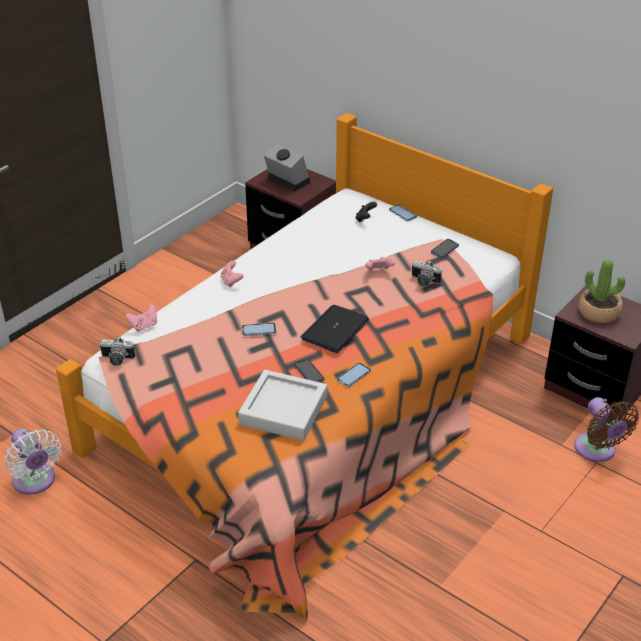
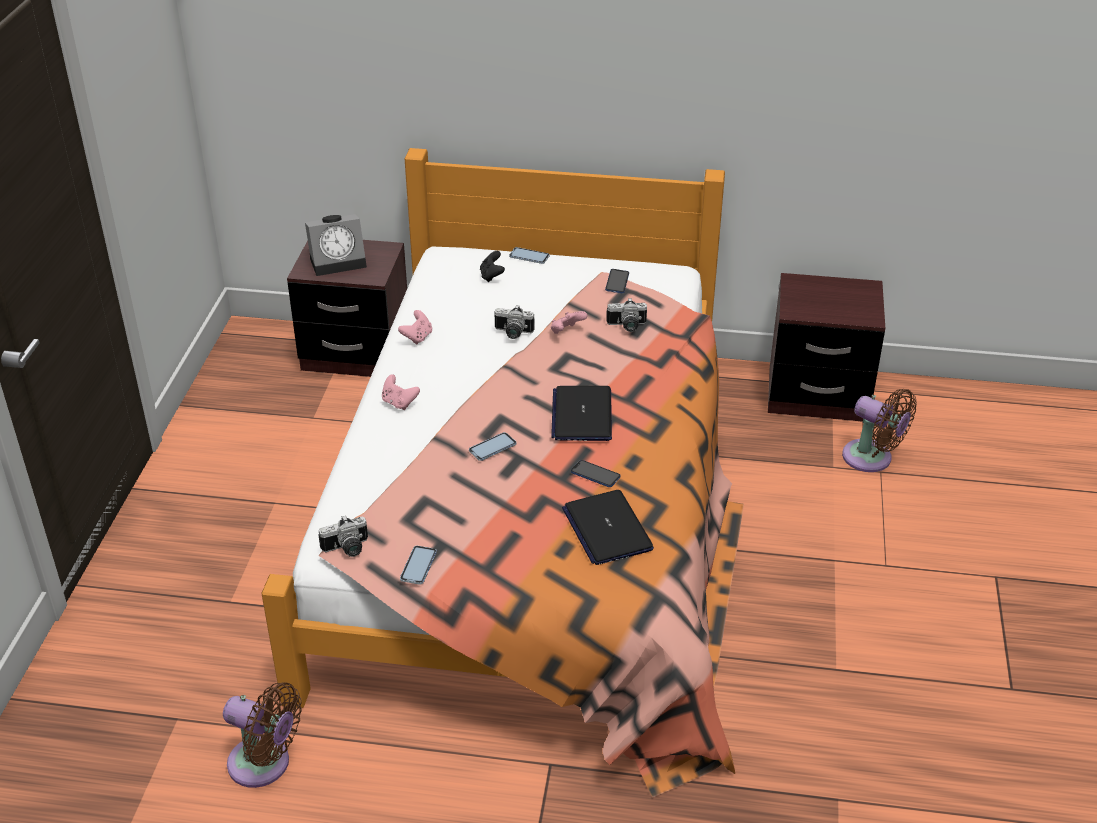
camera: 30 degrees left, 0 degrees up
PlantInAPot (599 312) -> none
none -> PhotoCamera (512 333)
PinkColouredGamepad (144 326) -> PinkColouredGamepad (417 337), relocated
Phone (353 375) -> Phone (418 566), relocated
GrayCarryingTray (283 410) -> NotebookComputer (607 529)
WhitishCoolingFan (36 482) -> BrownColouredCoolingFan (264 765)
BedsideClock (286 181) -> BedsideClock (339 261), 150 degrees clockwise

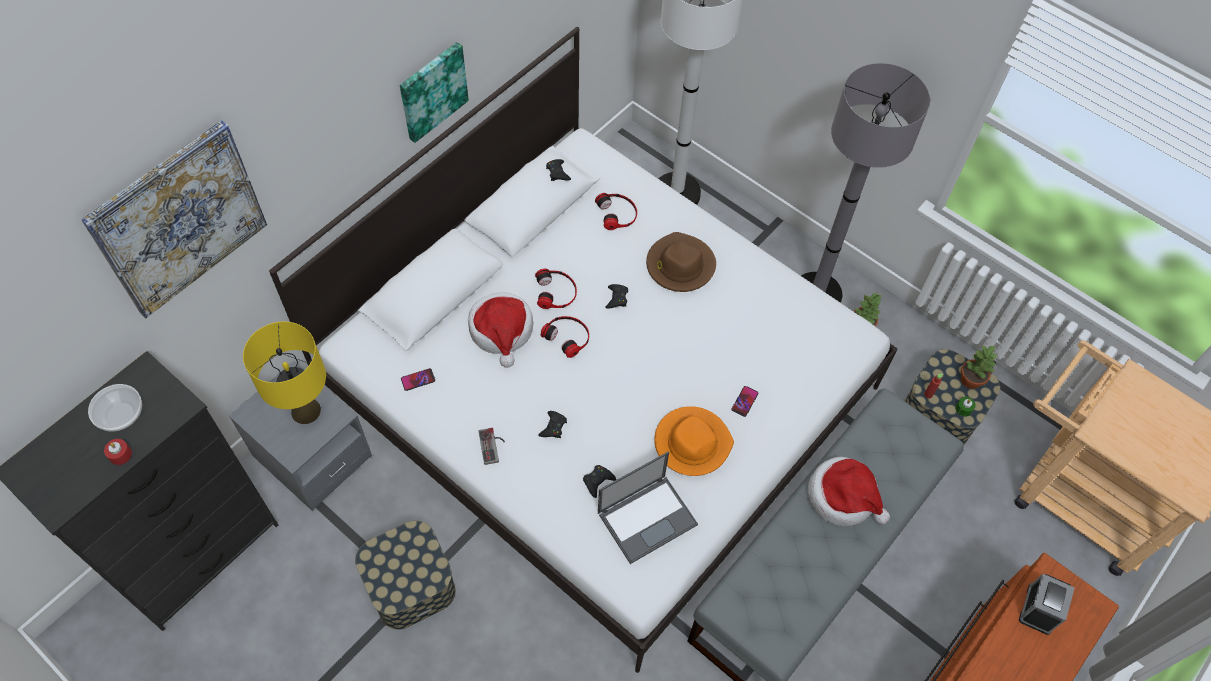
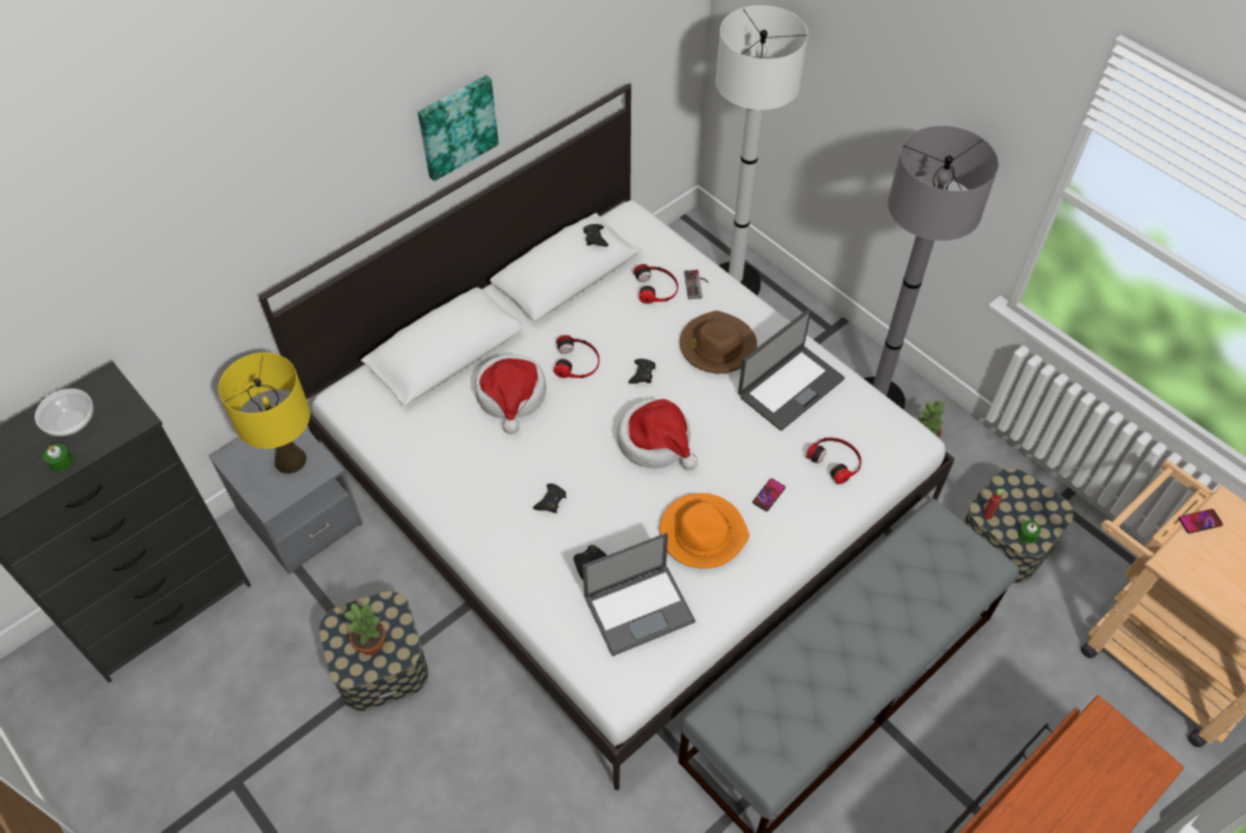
camera: 10 degrees right, 5 degrees down
WallArt (179 219) -> none
BedsideClock (1039 609) -> none
none -> NotebookComputer (790 387)
Phone (418 380) -> Phone (1200 521), relocated
Gamepad (493 446) -> Gamepad (697 285), relocated
Headphones (567 336) -> Headphones (836 460), relocated
ClothingHat (843 497) -> ClothingHat (656 442), relocated
PlantInAPot (970 379) -> PlantInAPot (371 642), relocated
RedWaxLight (120 454) -> GreenColouredWaxLight (61 462)

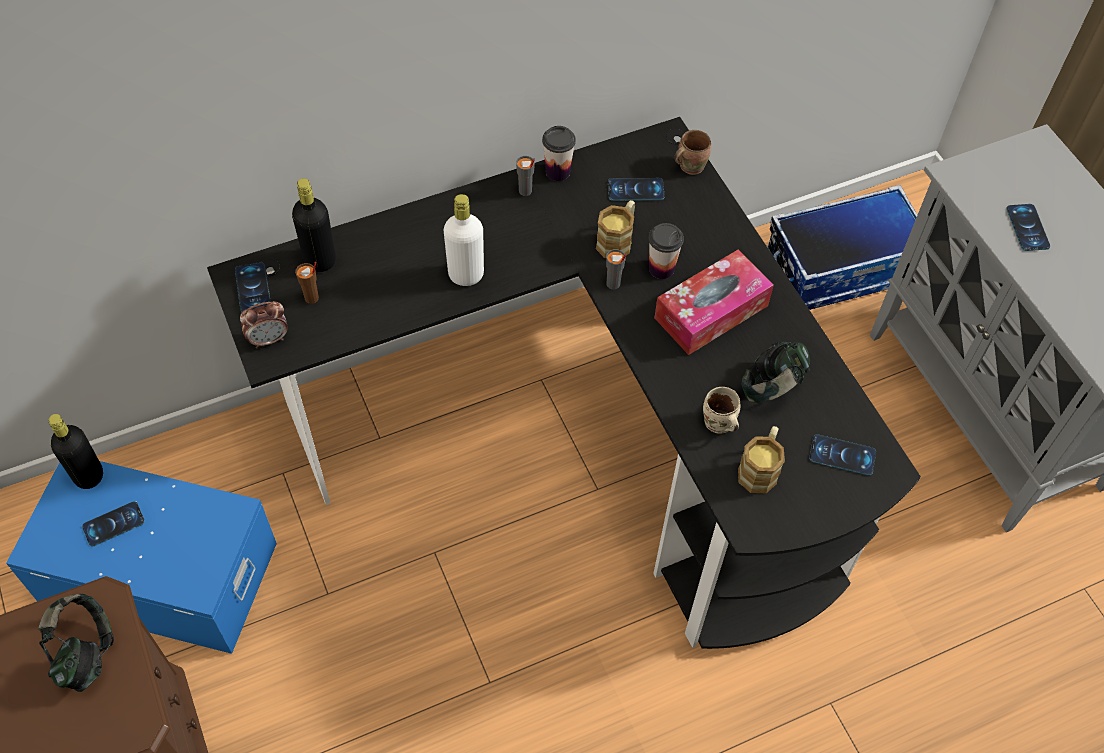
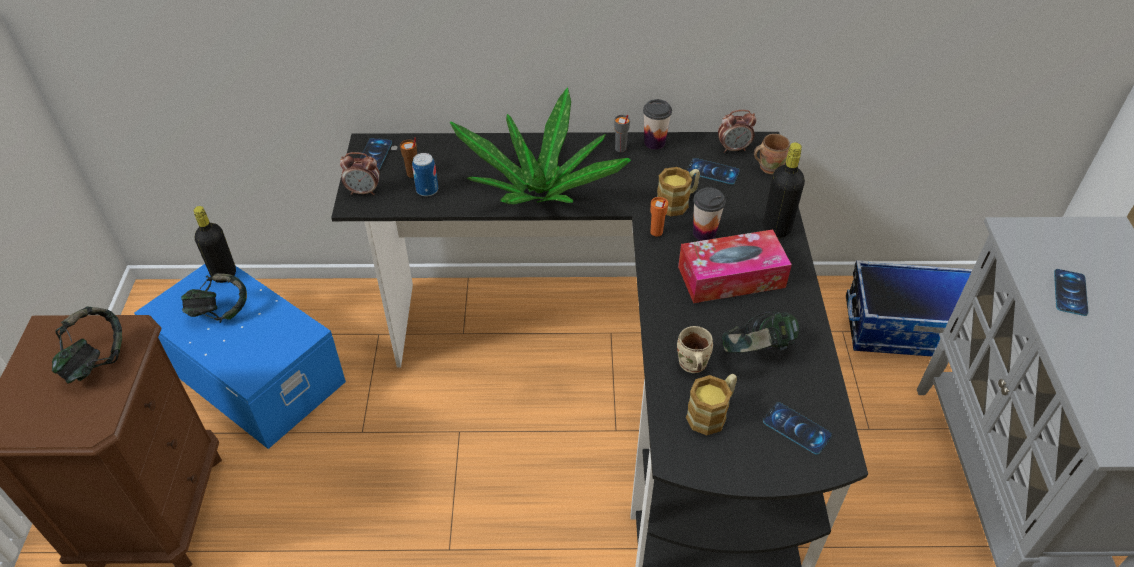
camera: 25 degrees right, 10 degrees down
none -> Can (427 190)
none -> BedsideClock (733 148)
BlackishBeverageBottle (320 260) -> BlackishBeverageBottle (776 228), relocated
Phone (113 524) -> Headphones (220 312)
WhitishBeverageBottle (466 275) -> PlantInAPot (539 192)
GrayDrinkingCup (613 284) -> OrangeyDrinkingCup (656 232)

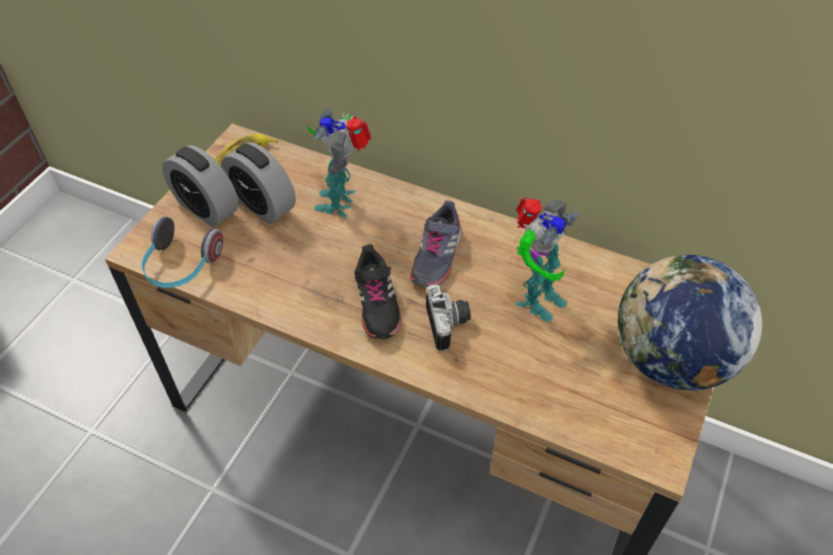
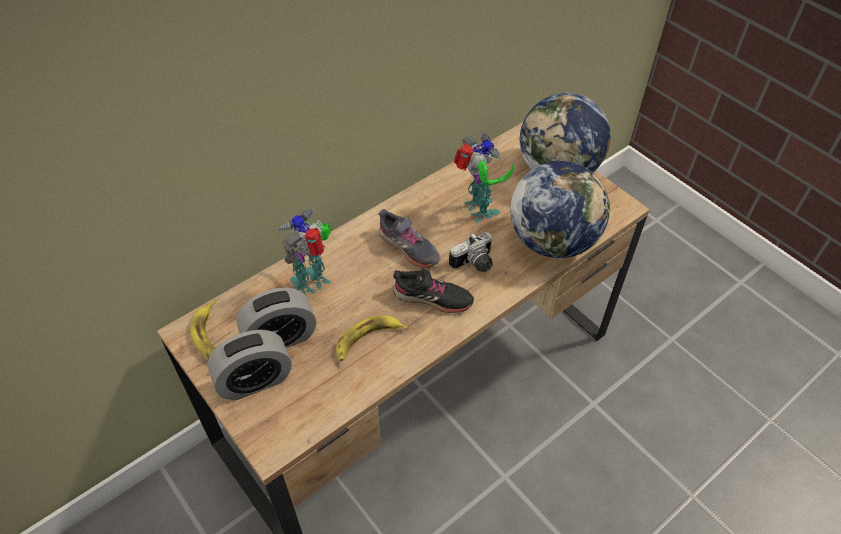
camera: 65 degrees left, 0 degrees up
Headphones (181 266) -> none
none -> WholeBanana (367 339)
none -> DeskGlobe (552 240)
ToyRobot (341 201) -> ToyRobot (313 284), 105 degrees clockwise
PhotoCamera (449 324) -> PhotoCamera (474 264), 135 degrees clockwise

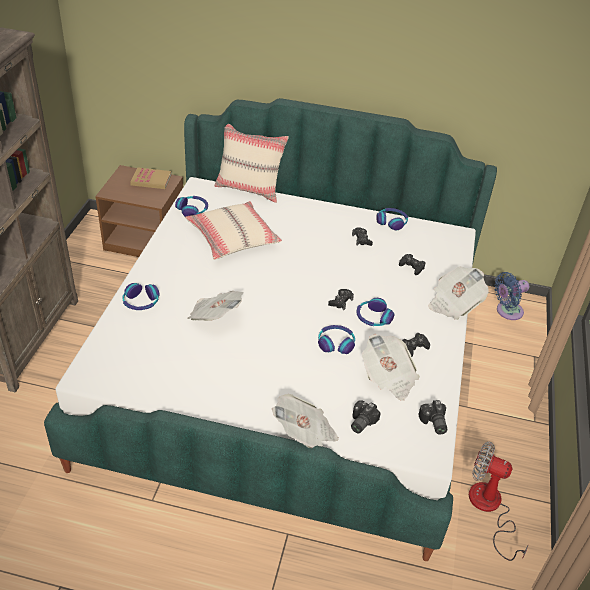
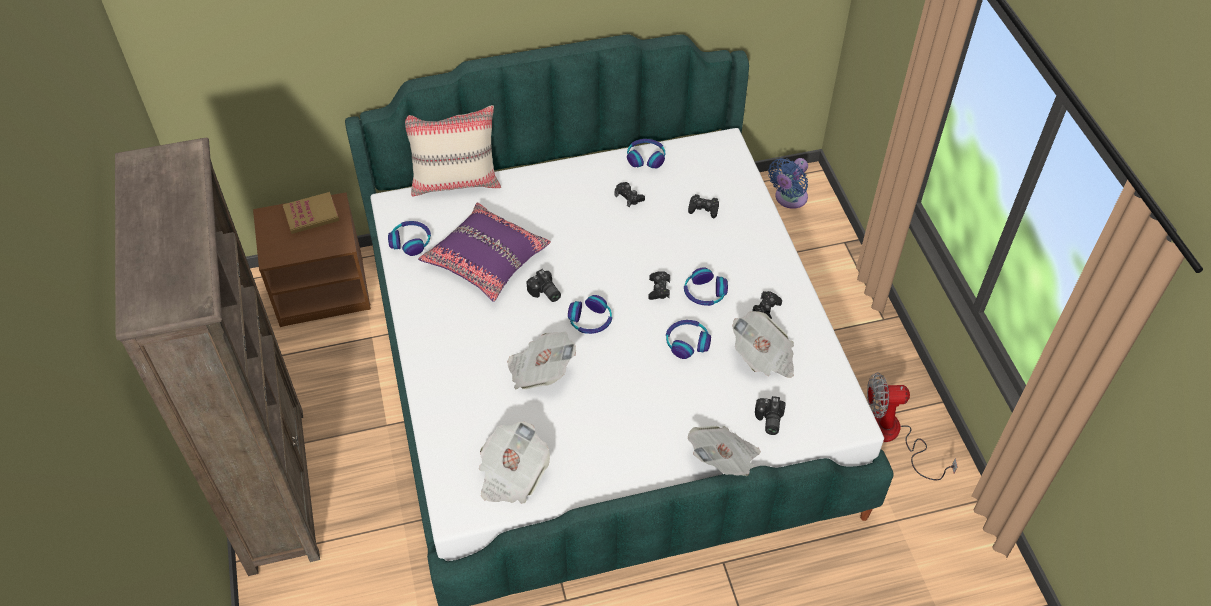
camera: 25 degrees left, 10 degrees up
Headphones (141 302) -> Headphones (590 320), relocated
PhotoCamera (433 423) -> PhotoCamera (544 293), relocated
PrintedPaper (454 303) -> PrintedPaper (511 475), relocated
BeigePillow (232 238) -> PurplishPillow (486 260)

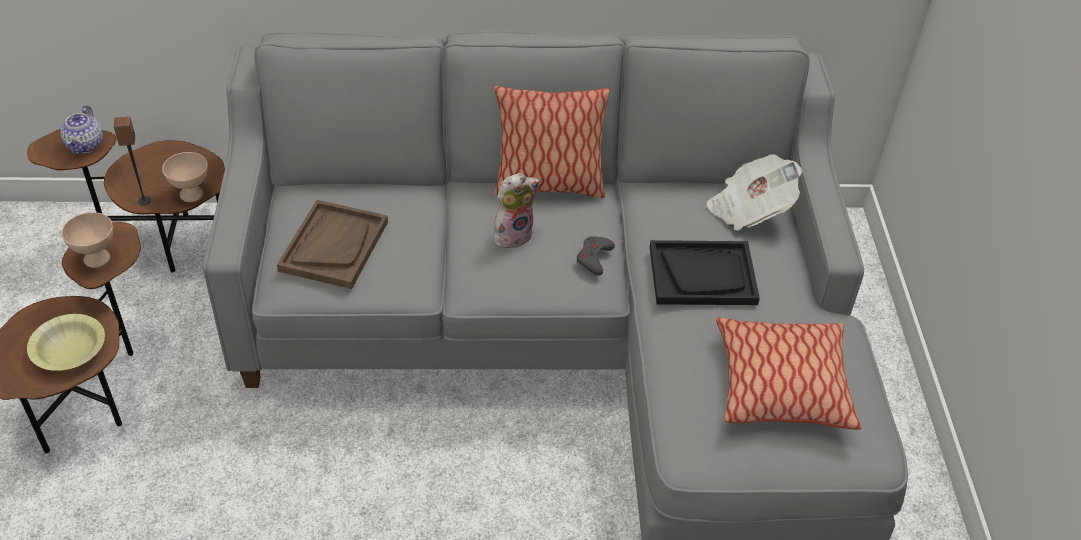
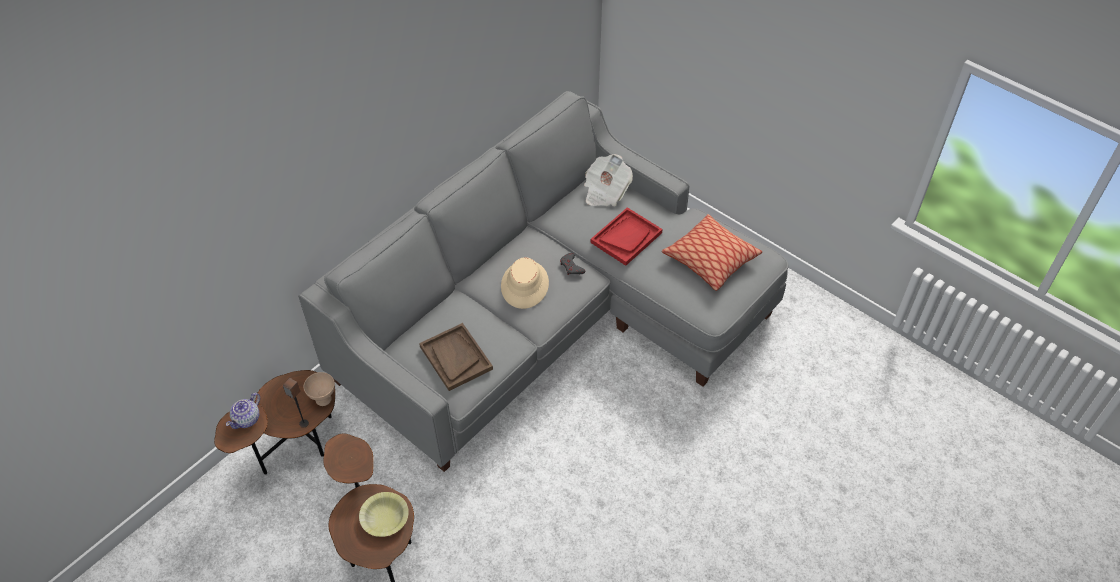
camera: 45 degrees left, 5 degrees up
BeigeBowl (97 258) -> none
Pillow (548 185) -> none
SoftToy (513 234) -> BeigeClothingHat (525 285)
BlackishCarryingTray (702 275) -> RedCarryingTray (626 237)
PotForTea (86 144) -> PotForTea (247 419), 75 degrees clockwise

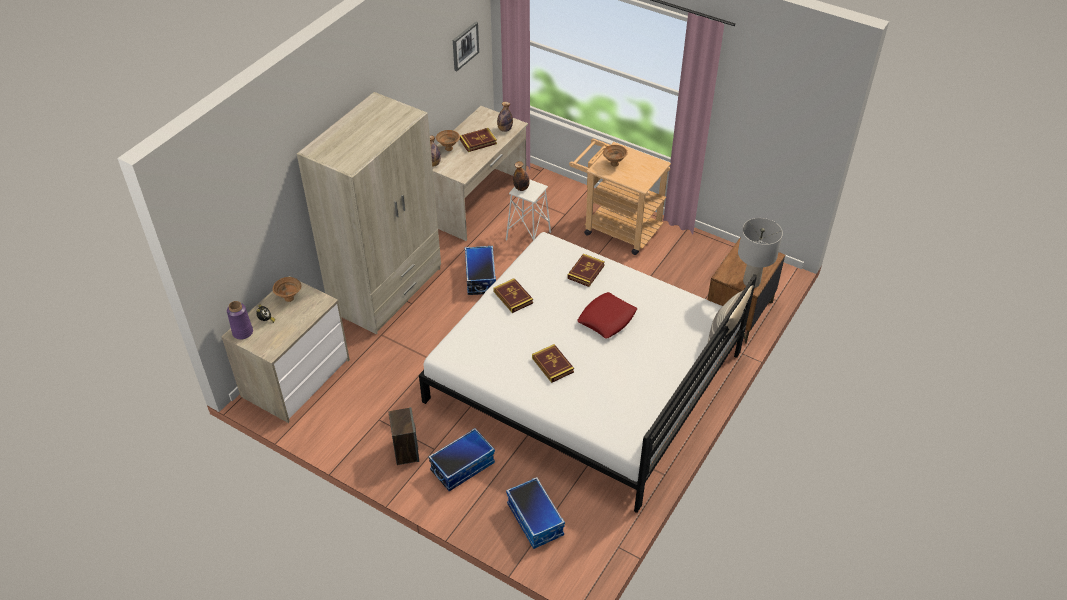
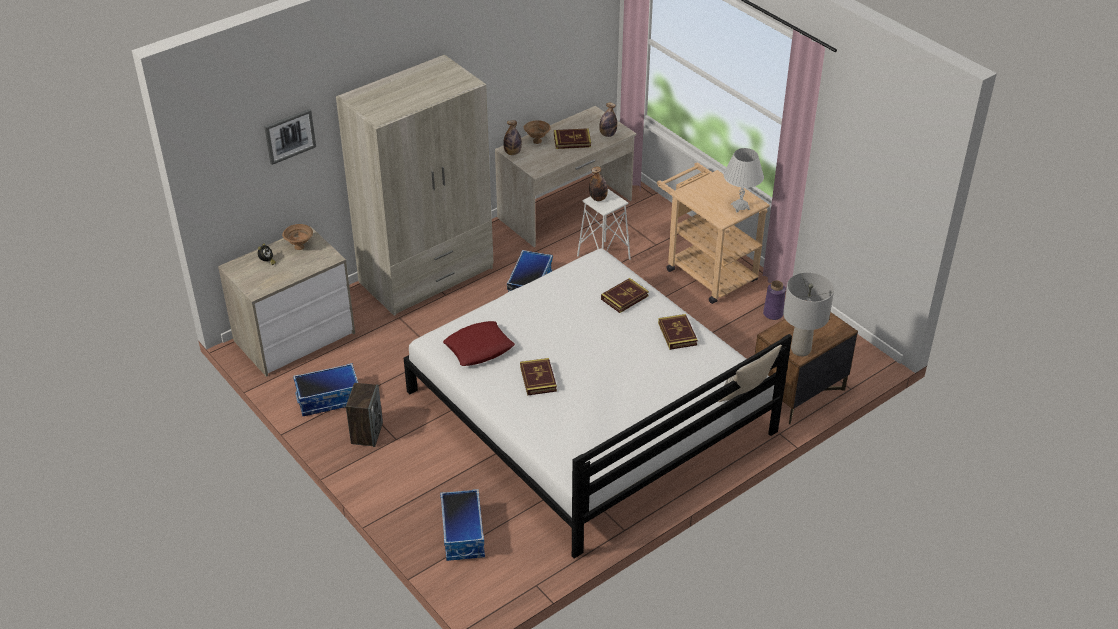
camera: 20 degrees right, 5 degrees down
BrownColouredBowl (614 164) -> none
none -> WhitishLampForATable (740 207)
PurplishDecorativeVase (243 332) -> PurplishDecorativeVase (773 314), relocated
StorageContainer (462 466) -> StorageContainer (329 399), relocated
WallArt (465 46) -> WallArt (289 136), relocated
BoundBook (513 297) -> BoundBook (677 334), relocated
RedPillow (607 319) -> RedPillow (478 348), relocated

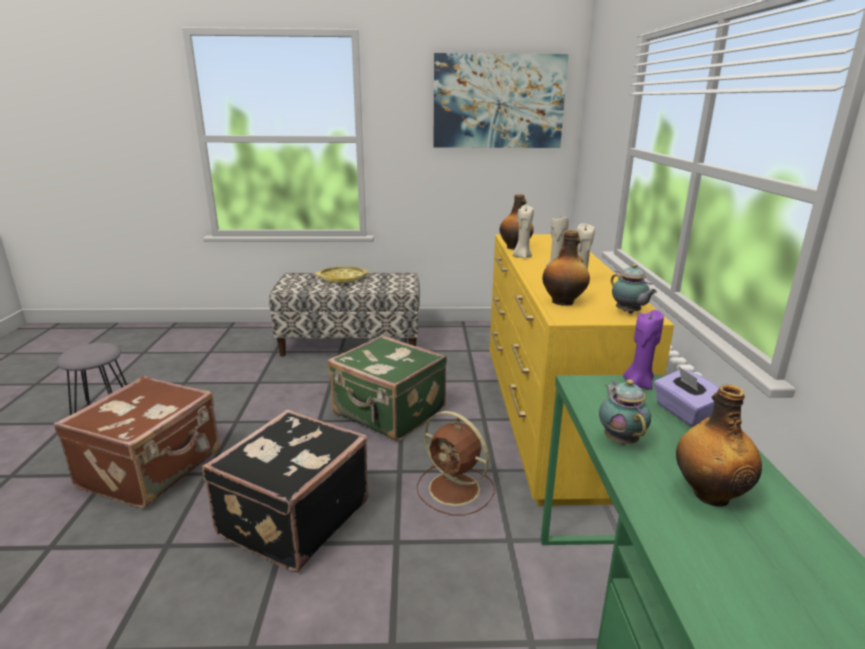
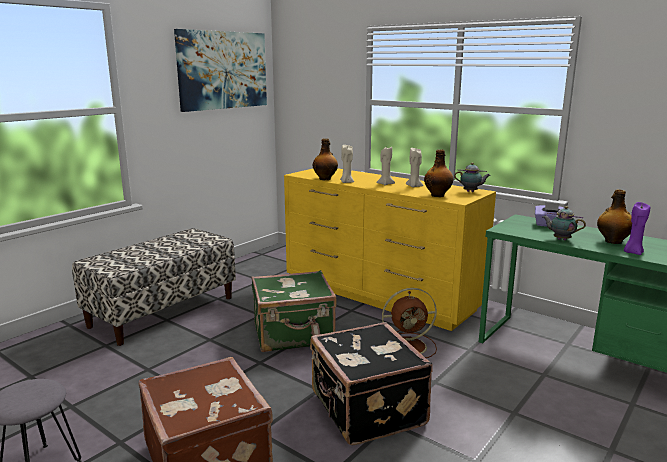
camera: 50 degrees left, 5 degrees down
YellowCarryingTray (342 279) -> none
PurplishWaxLight (638 384) -> PurplishWaxLight (633 252), relocated

